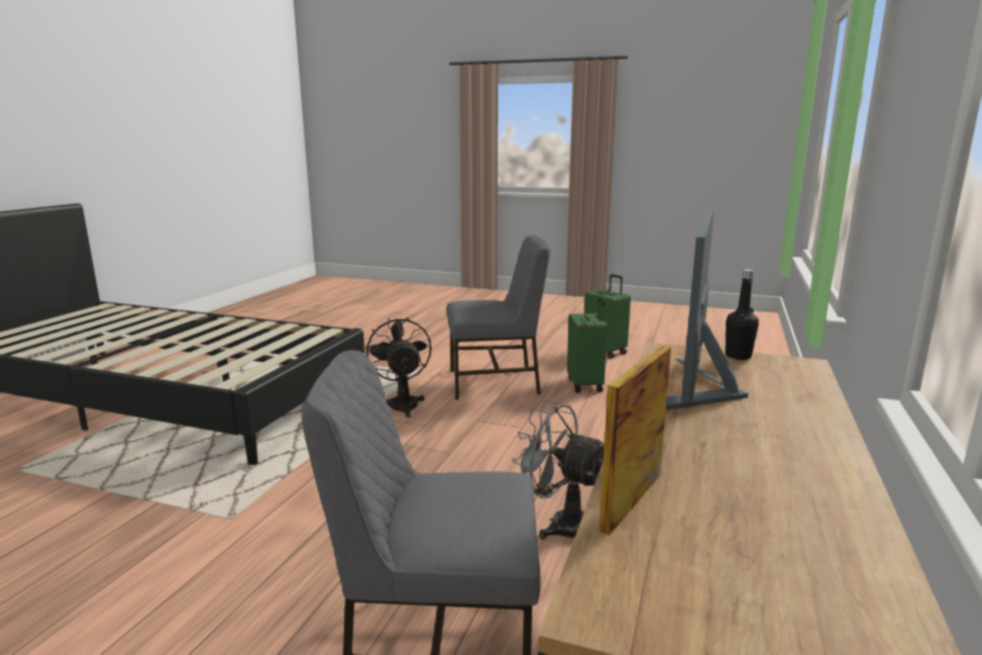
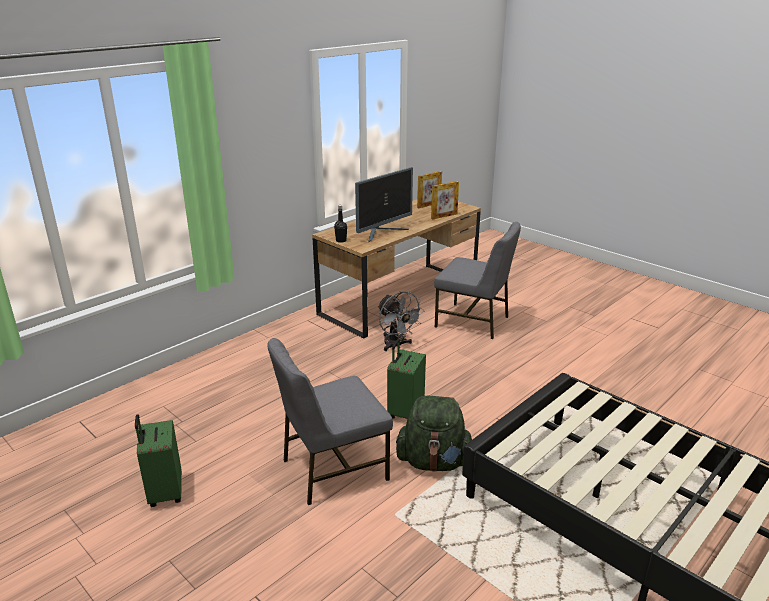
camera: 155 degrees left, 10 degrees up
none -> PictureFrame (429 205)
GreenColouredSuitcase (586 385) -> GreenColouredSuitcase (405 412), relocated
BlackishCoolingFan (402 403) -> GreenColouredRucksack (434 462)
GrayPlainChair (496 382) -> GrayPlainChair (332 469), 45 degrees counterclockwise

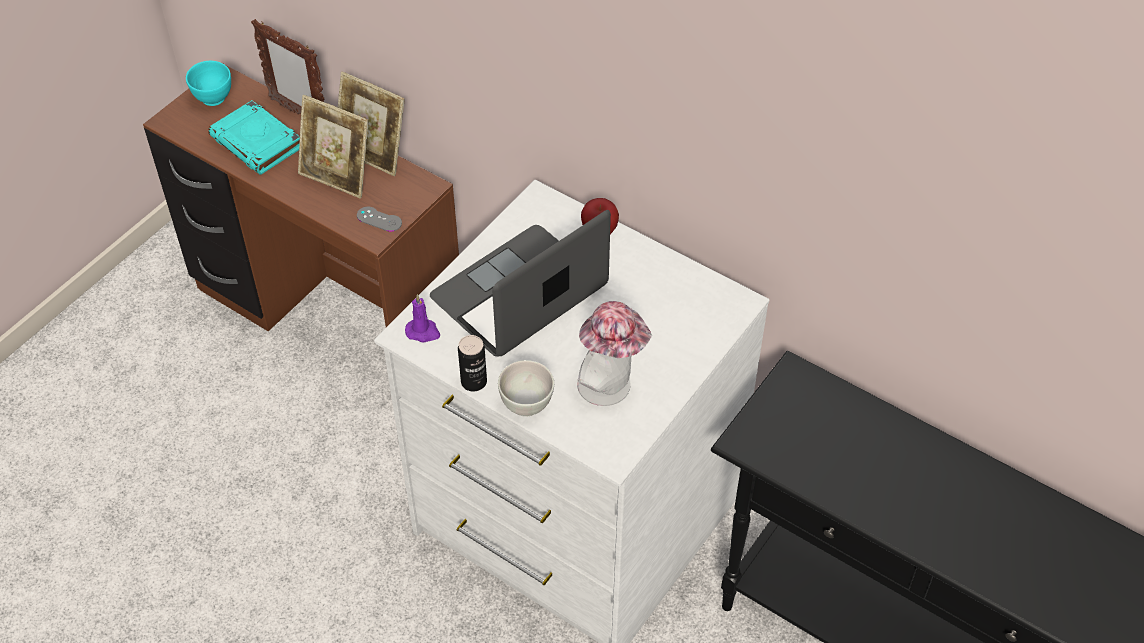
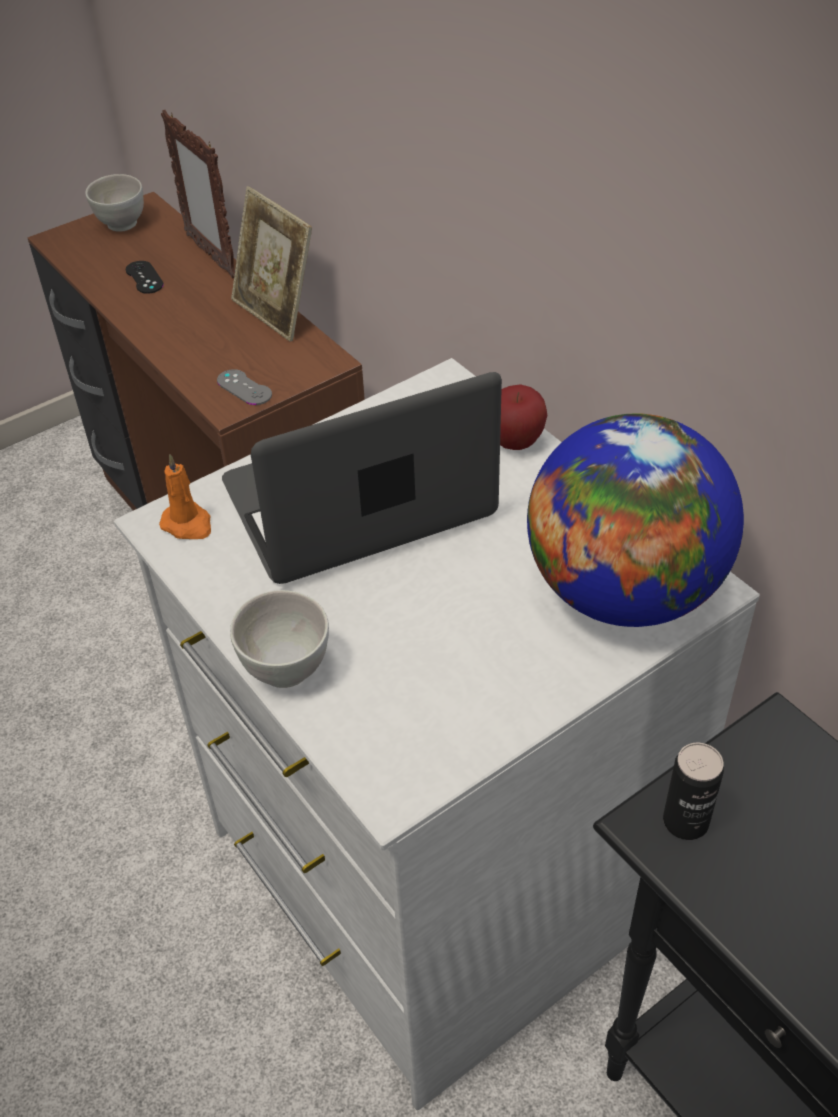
camera: 20 degrees right, 5 degrees down
PictureFrame (337 177) -> none
ClothingHat (611 386) -> none
none -> DeskGlobe (623 592)
Can (474 382) -> Can (685 821), relocated
TurquoiseColouredBoundBook (257 143) -> BlackishGamepad (144 277)
TurquoiseColouredBowl (213 99) -> WhitishBowl (122 225)
PurplishWaxLight (423 332) -> OrangeyWaxLight (188 524)

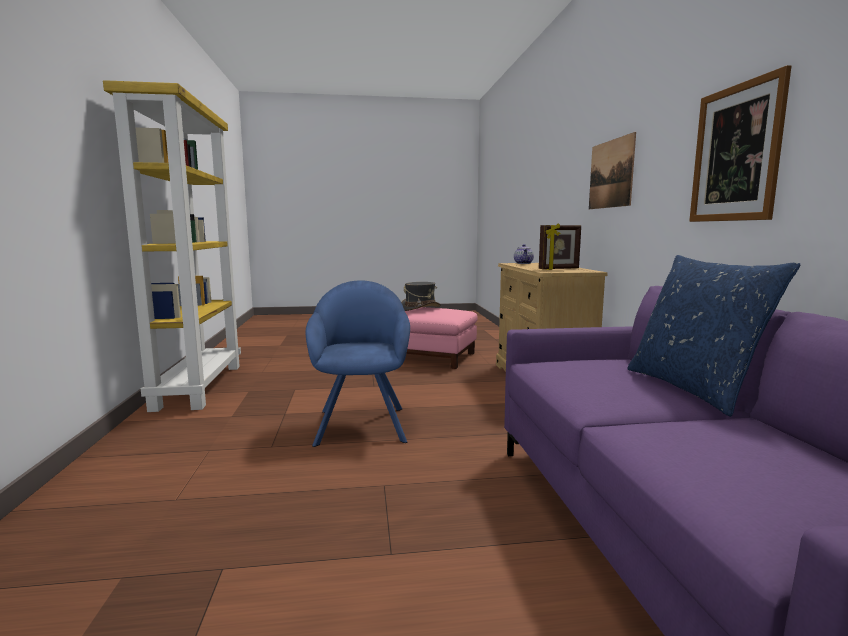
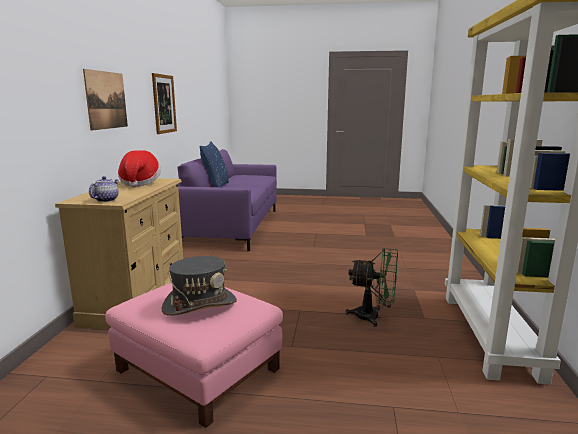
camera: 165 degrees left, 5 degrees up
BlueArmchair (362 423) -> none
none -> GreenColouredCoolingFan (373 317)
PictureFrame (559 269) -> ClothingHat (140 183)

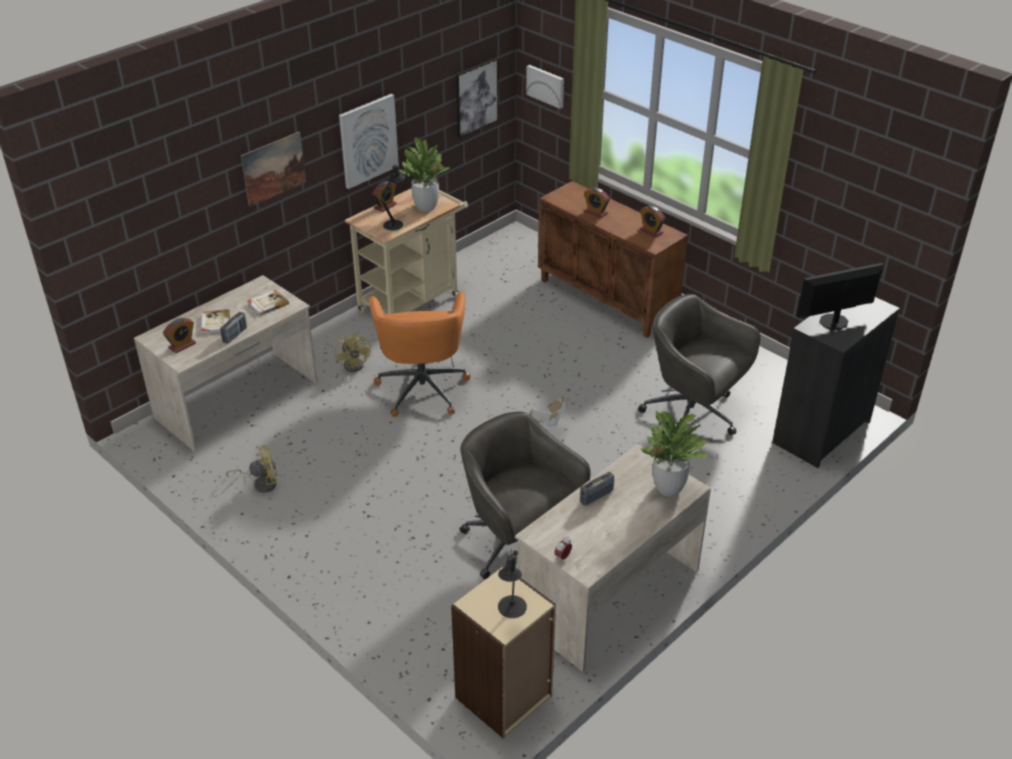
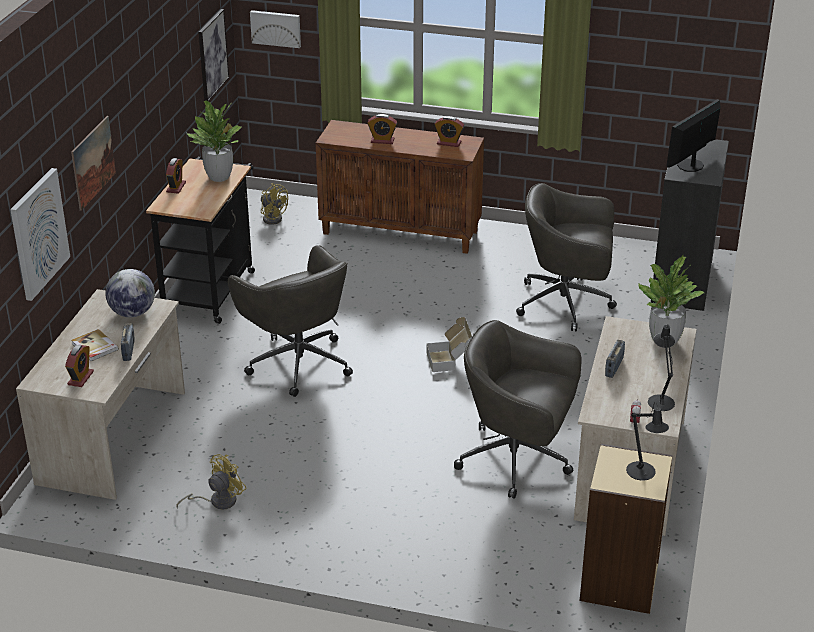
camera: 30 degrees left, 5 degrees down
YellowCoolingFan (356 364) -> YellowCoolingFan (273 217), relocated
WallArt (368 140) -> WallArt (38 233), relocated
BlackishLampForATable (394 223) -> BlackishLampForATable (660 400), relocated
BoundBook (267 304) -> DeskGlobe (132 313)
BeigeWheeledCart (413 300) -> BlackishWheeledCart (211 289)
OrangeyComputerChair (422 387) -> GrayComputerChair (298 362)

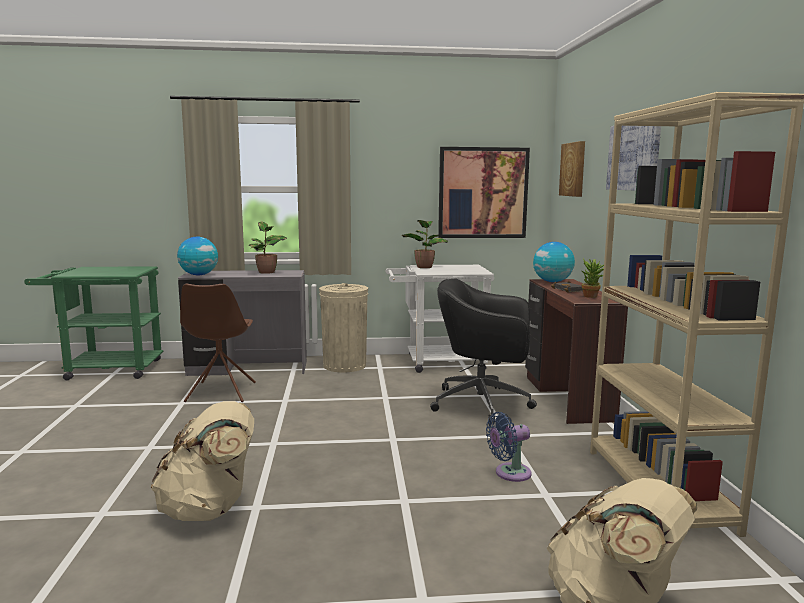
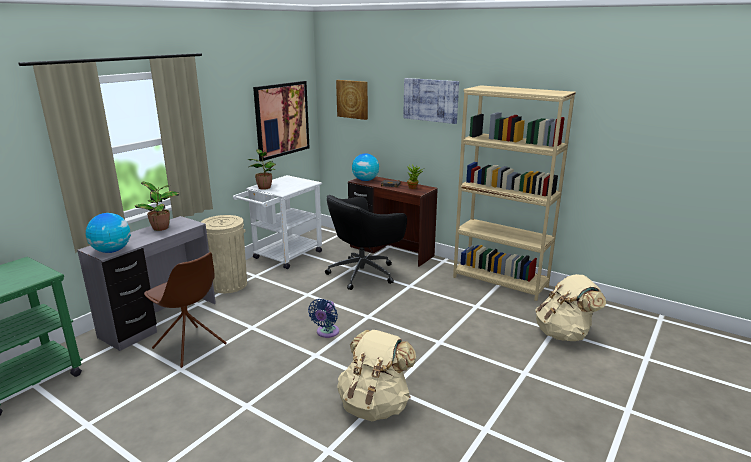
camera: 50 degrees left, 10 degrees up
BlueCoolingFan (509 473) -> BlueCoolingFan (326 333), relocated

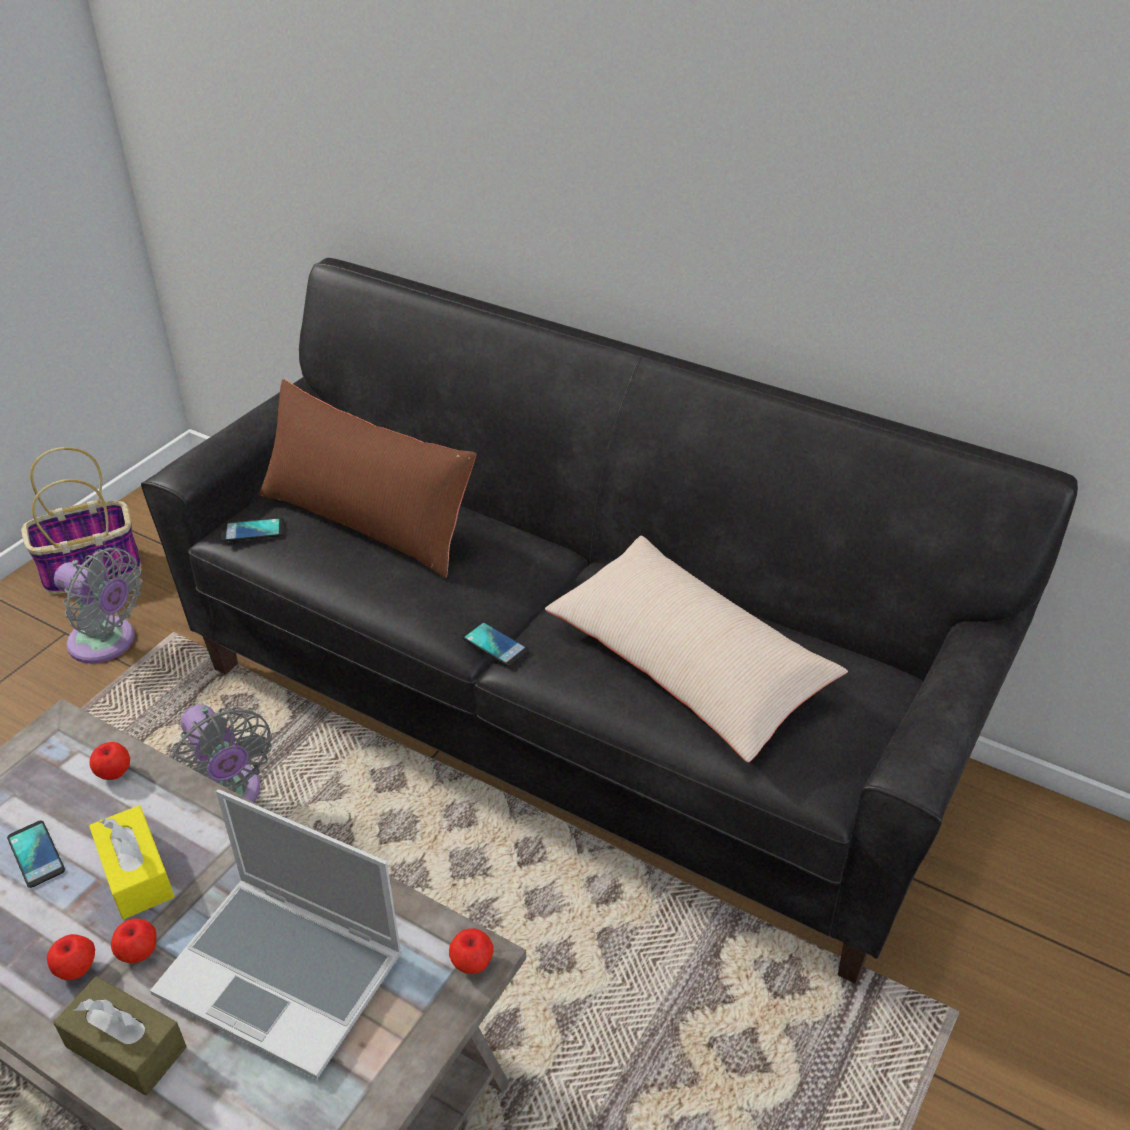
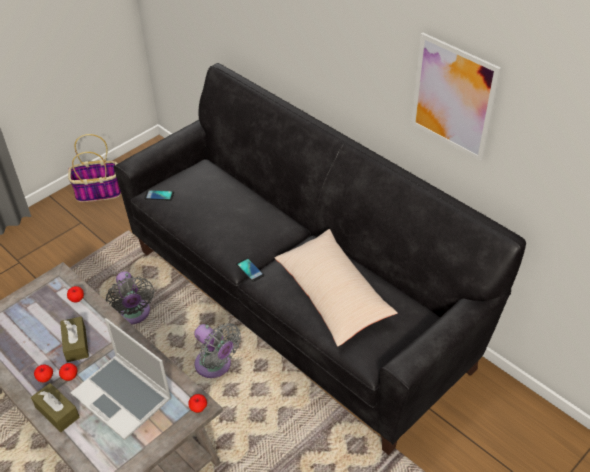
camera: 15 degrees right, 5 degrees up
Phone (36 854) -> none
BrownColouredPillow (367 520) -> none
none -> WallArt (453 97)
GrayCoolingFan (107 643) -> GrayCoolingFan (215 366), relocated
YellowTissueBox (136 873) -> BrownColouredTissueBox (76 344)

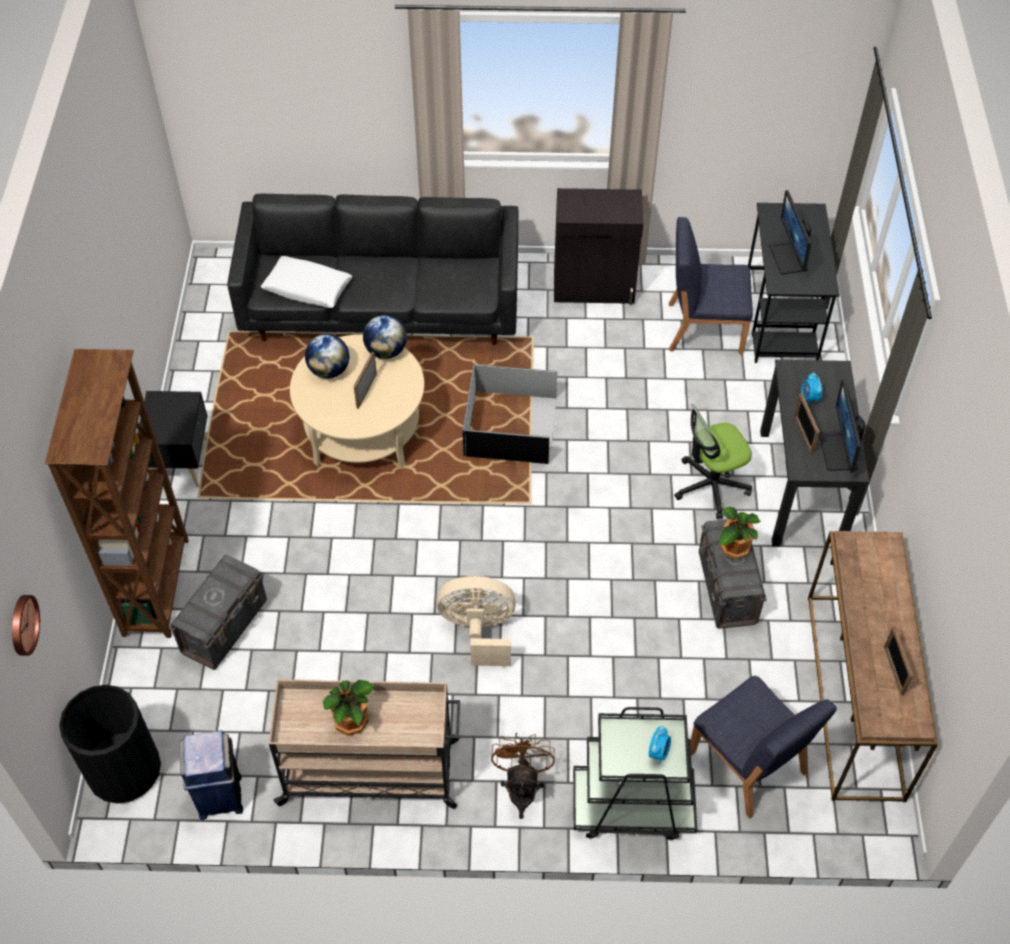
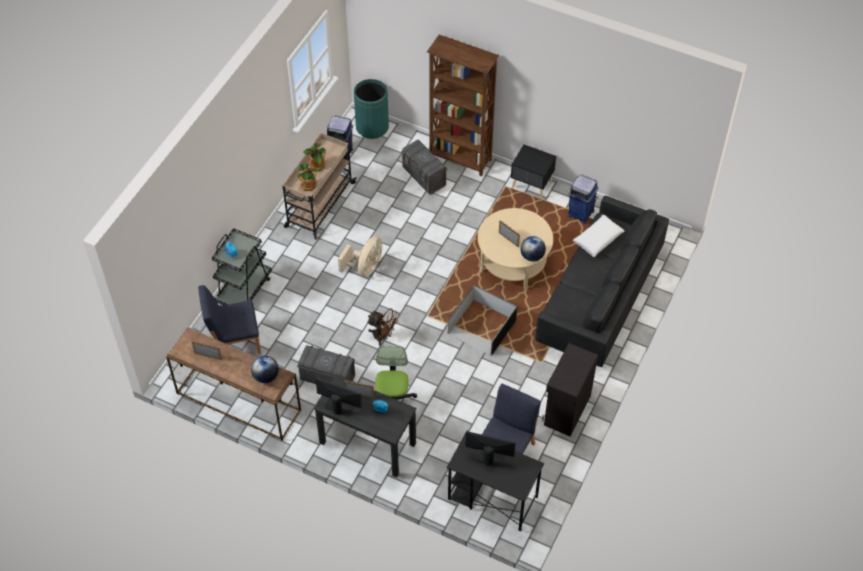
camera: 115 degrees right, 0 degrees up
HangingClock (22 625) -> none
none -> BlueTrashCan (580 213)
DeskGlobe (329 370) -> DeskGlobe (266 376), relocated
BrownColouredCoolingFan (522 787) -> BrownColouredCoolingFan (383 337), relocated
PlantInAPot (733 548) -> PlantInAPot (308 185), relocated
BlackishTrashCan (124 771) -> GreenColouredTrashCan (372 127)

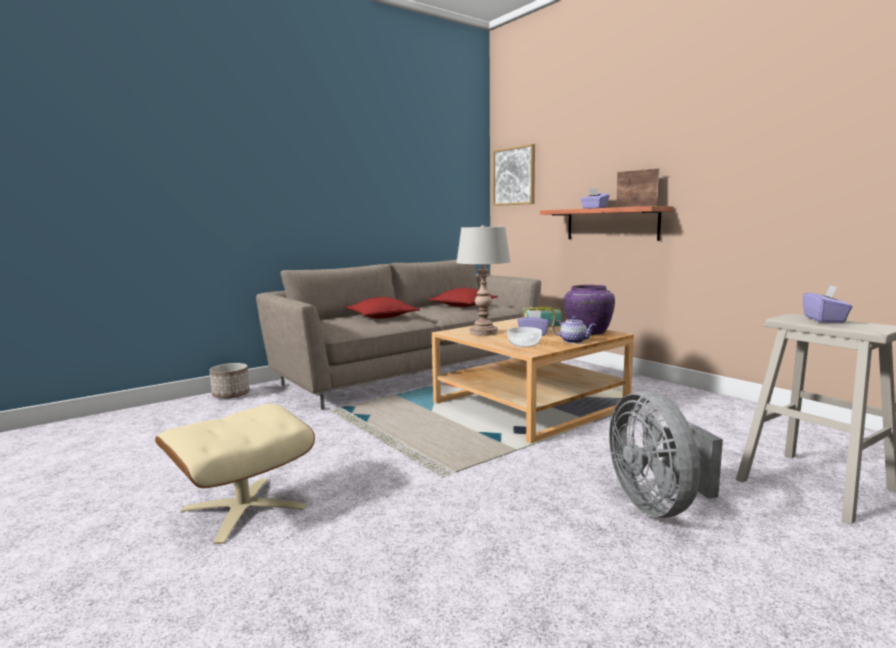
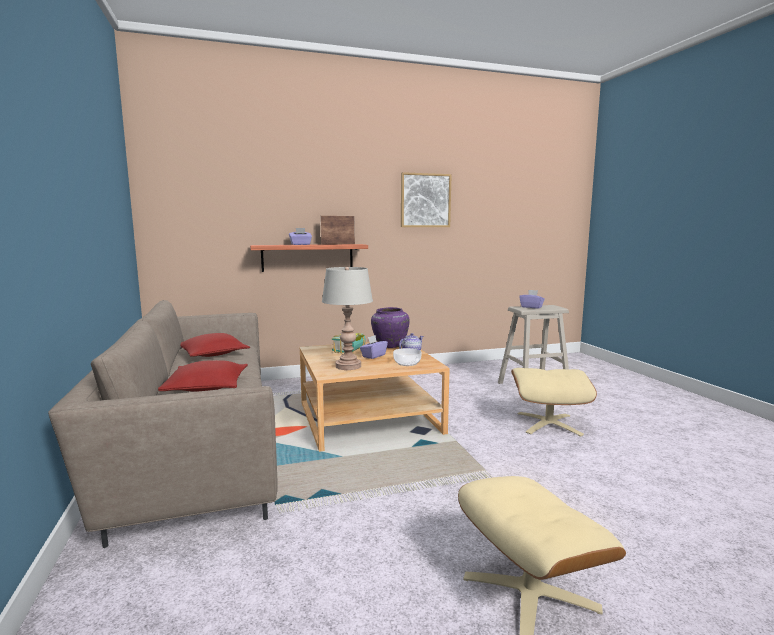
camera: 70 degrees left, 0 degrees up
Planter (231 395) -> none
WallArt (514 176) -> WallArt (425 200), relocated
GrayCoolingFan (658 505) -> BeigePouffe (548 423)

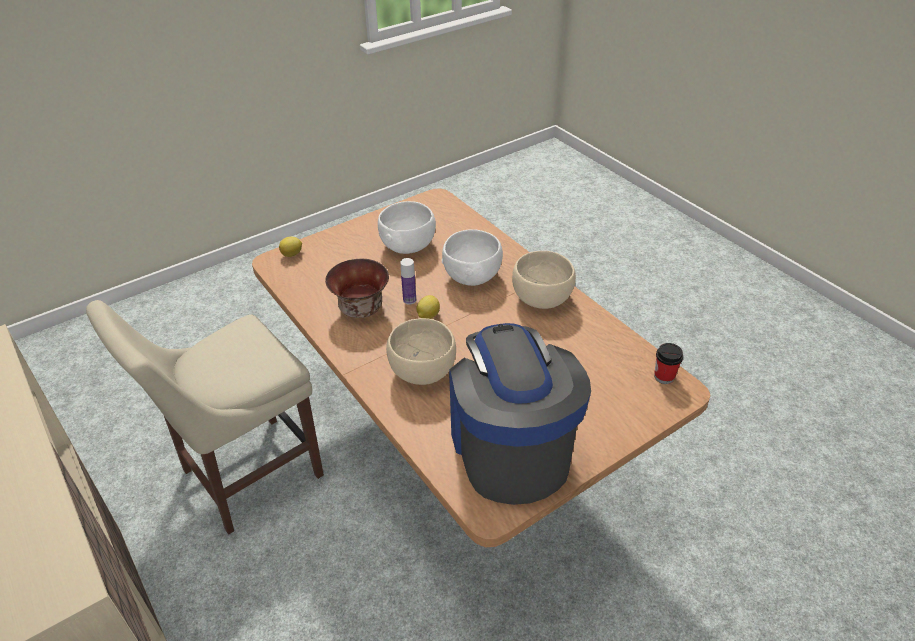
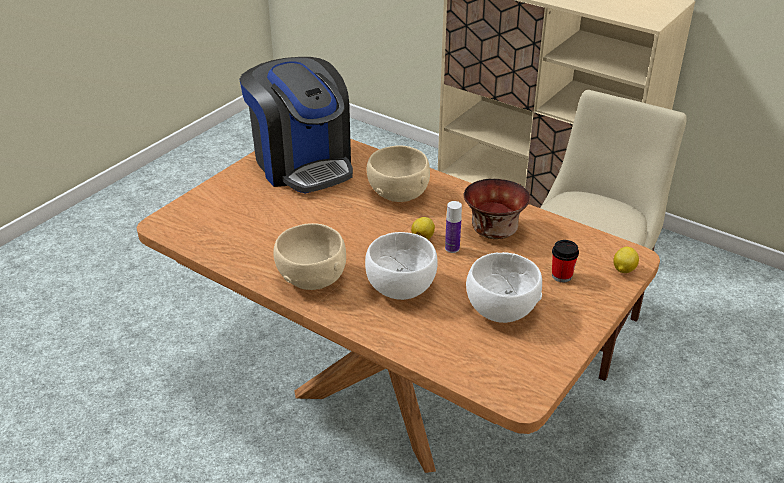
camera: 160 degrees right, 5 degrees down
DrinkingCup (664 376) -> DrinkingCup (561 276), relocated

